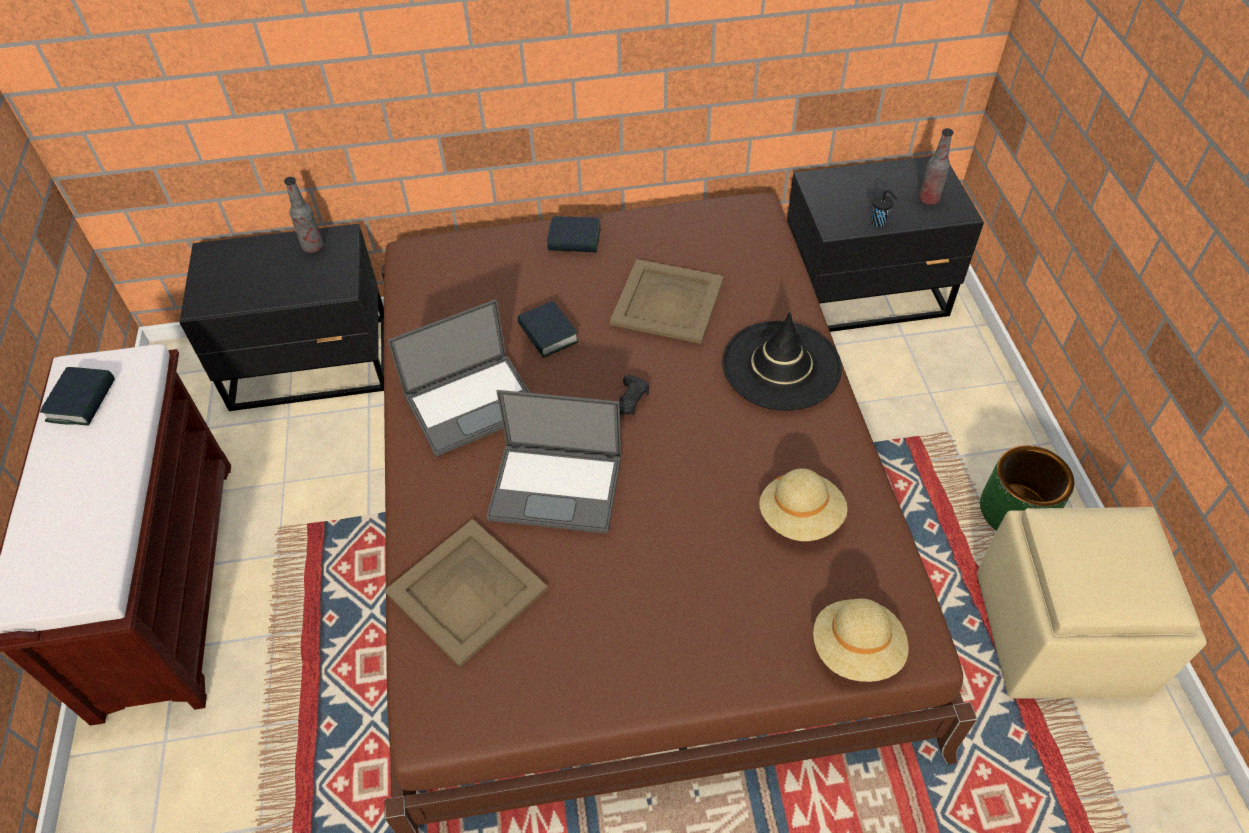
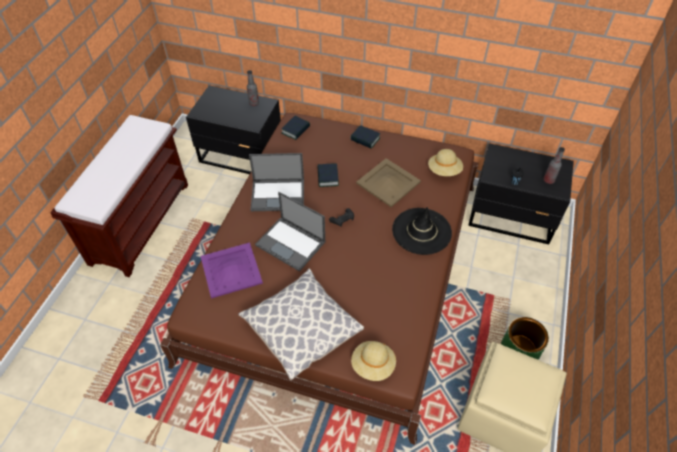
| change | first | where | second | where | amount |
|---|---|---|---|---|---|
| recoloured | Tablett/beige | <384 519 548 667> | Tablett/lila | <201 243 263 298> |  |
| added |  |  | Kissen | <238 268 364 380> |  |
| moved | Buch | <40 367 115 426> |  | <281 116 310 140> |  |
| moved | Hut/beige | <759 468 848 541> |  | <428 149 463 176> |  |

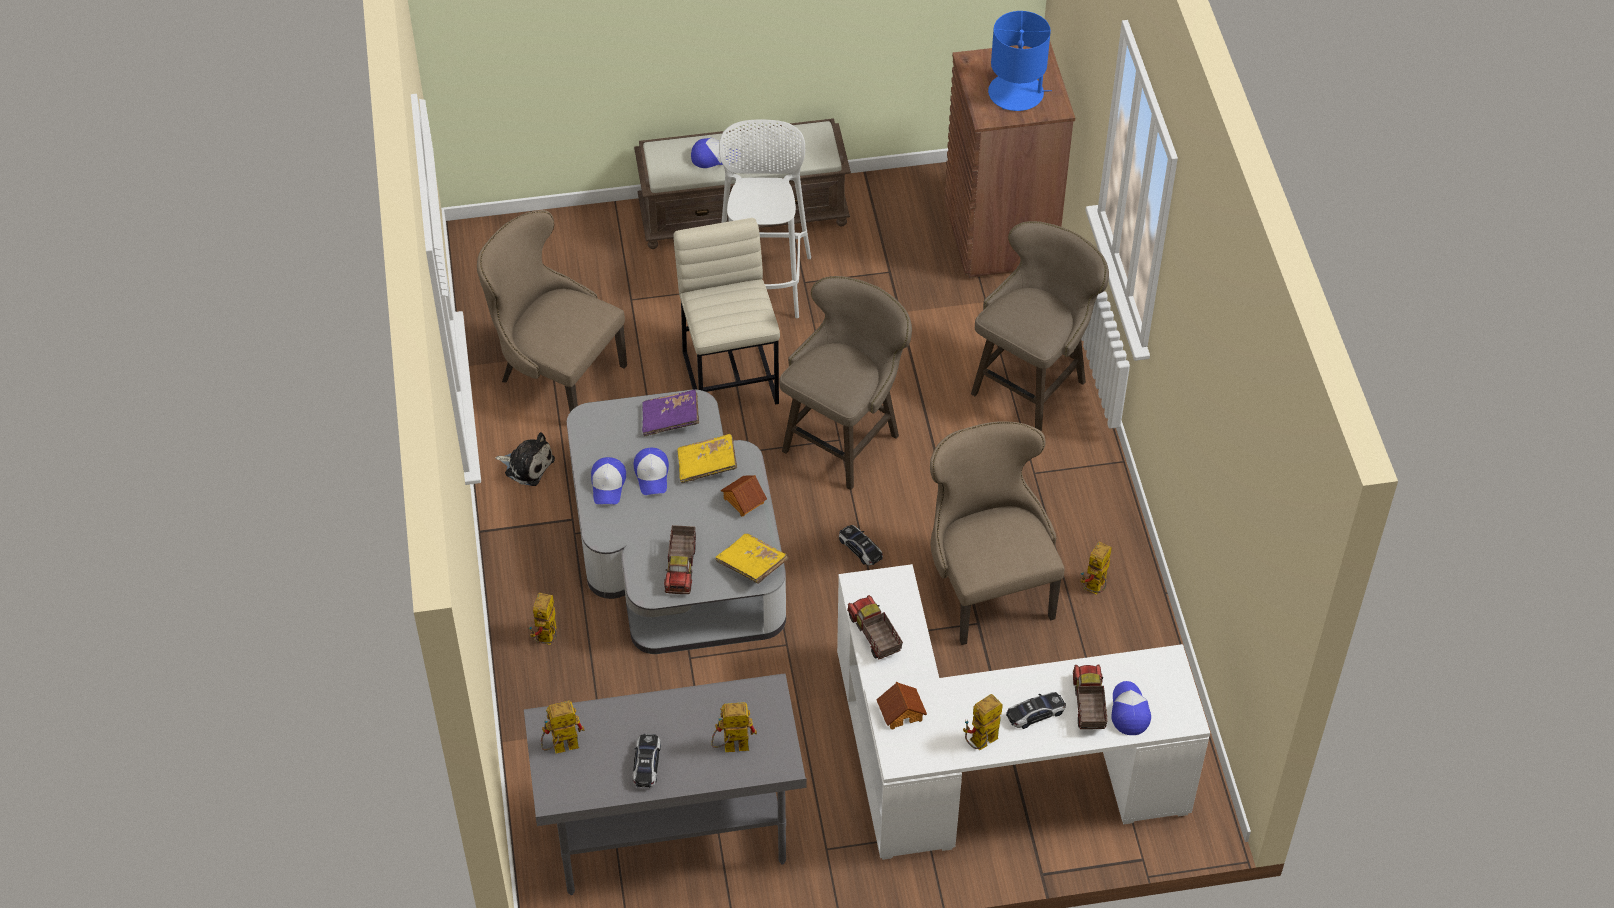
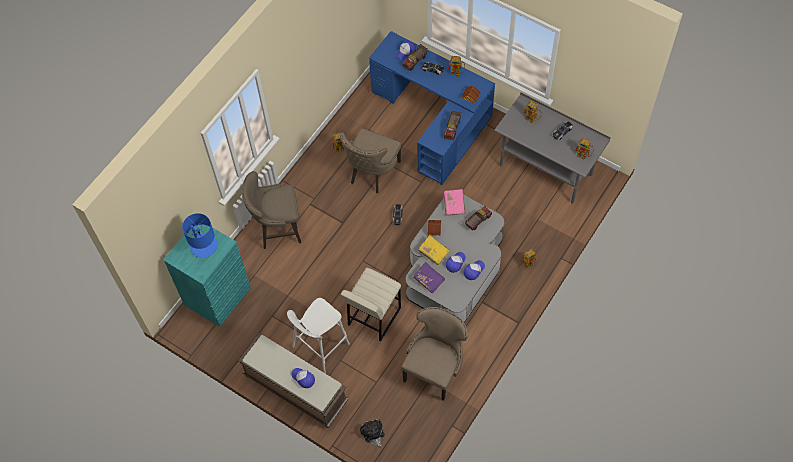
| change | first | where | second | where | amount |
|---|---|---|---|---|---|
| recoloured | Kommode/braun | <944 42 1075 278> | Kommode/türkis | <163 225 251 327> |  |
| moved | Plüschtier | <495 432 555 486> |  | <360 420 385 447> |  |
| recoloured | Schreibtisch/weiß | <837 564 1210 860> | Schreibtisch/blau | <369 31 495 185> |  |
| turned | Stuhl/beige | <477 210 627 412> |  | <401 307 468 401> | 135 degrees counterclockwise |
| recoloured | Buch/gelb | <715 534 788 584> | Buch/rosa | <443 189 466 216> |  |
| removed | Hocker/beige | <779 276 912 490> |  |  |  |

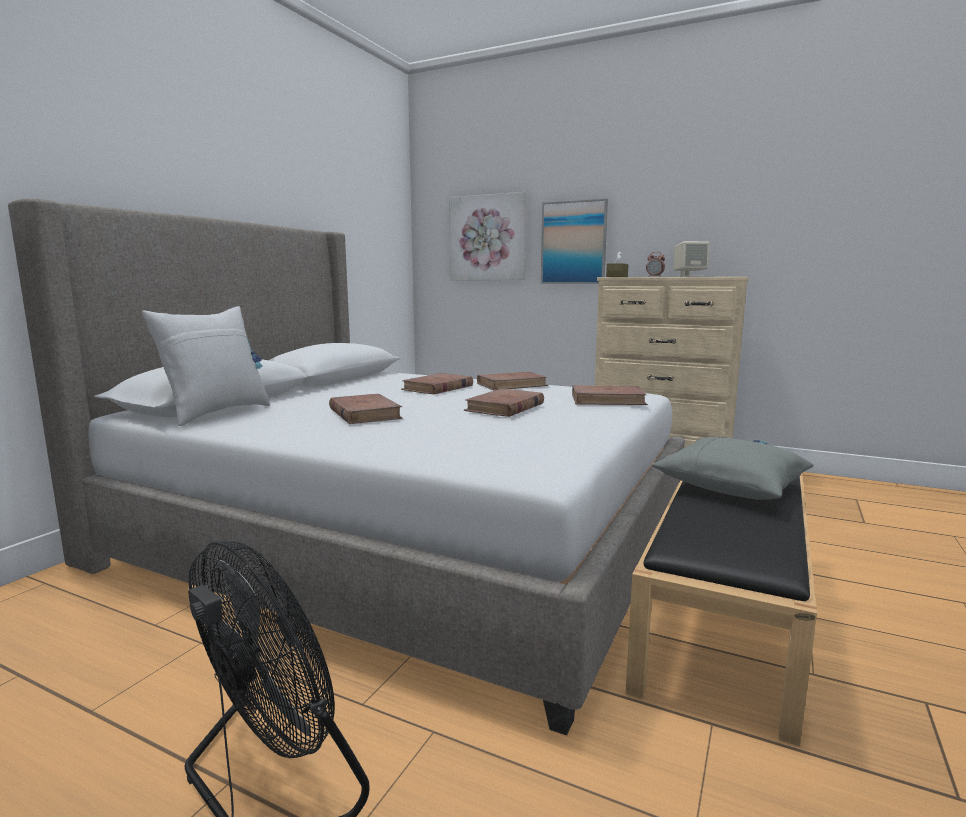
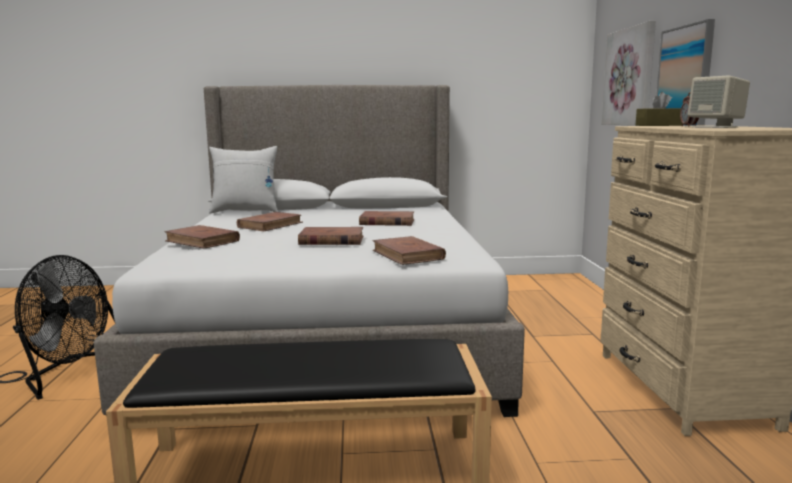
| change | first | where | second | where | amount |
|---|---|---|---|---|---|
| moved | Buch/braun | <477 372 548 390> |  | <164 225 240 249> |  |
| removed | Kissen/grau | <652 437 813 500> |  |  |  |

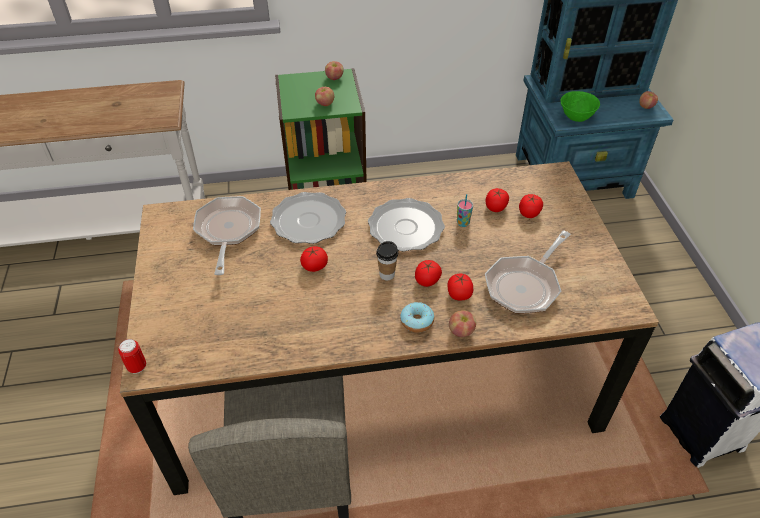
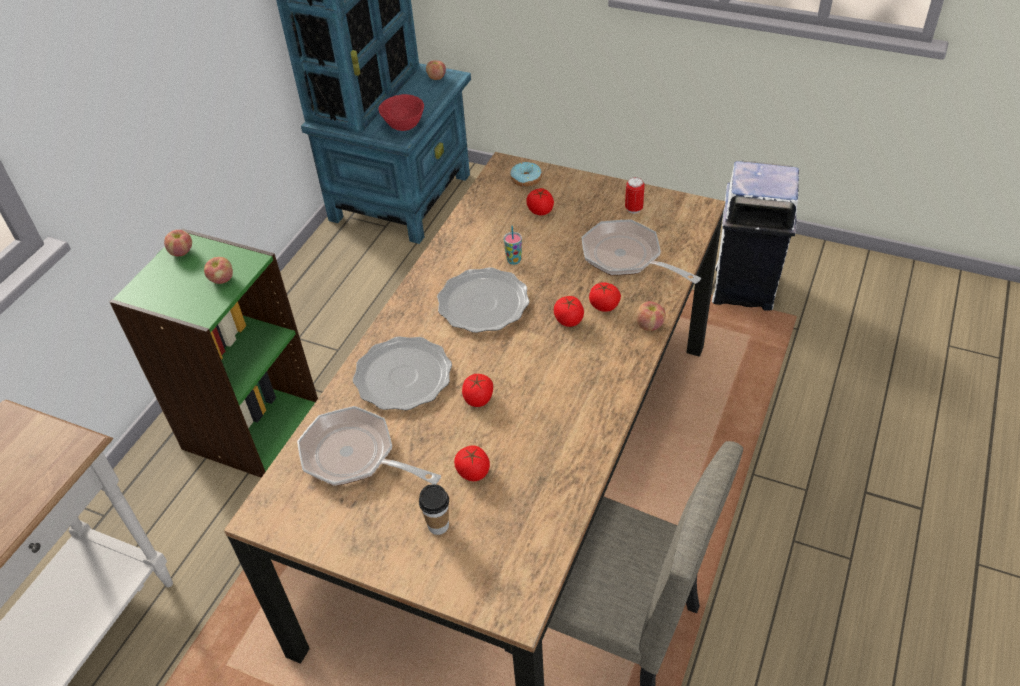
| change | first | where | second | where | amount |
|---|---|---|---|---|---|
| recoloured | Schüssel/grün | <561 91 600 122> | Schüssel/rot | <378 94 424 131> |  |
| moved | Tasse | <376 241 398 280> |  | <419 484 449 535> |  |
| moved | Tomate | <485 188 509 212> |  | <454 445 490 481> |  |
| moved | Donut | <400 302 434 333> |  | <510 162 542 187> |  |
| turned | Pfanne | <485 230 571 314> |  | <582 219 701 284> | 150 degrees clockwise |
| moved | Dose | <118 339 146 374> |  | <625 177 645 213> |  |

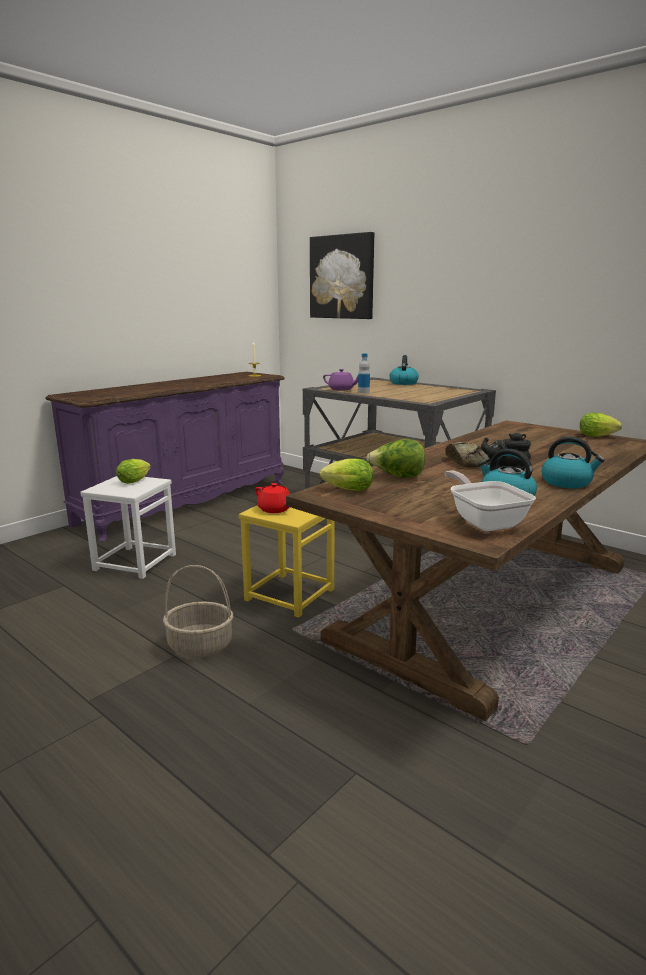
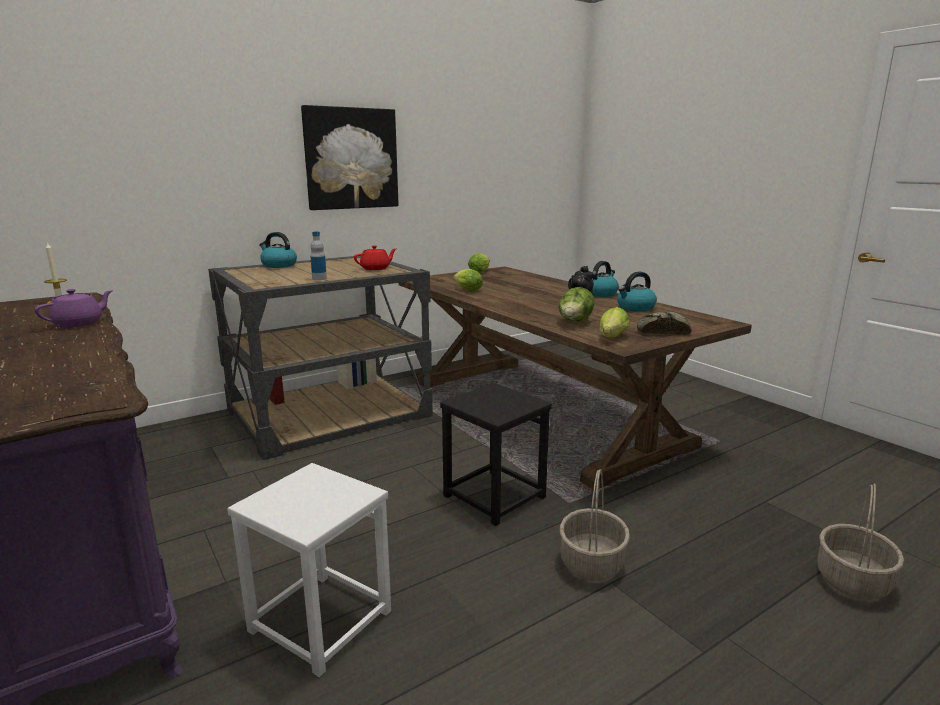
| change | first | where | second | where | amount |
|---|---|---|---|---|---|
| moved | Teekanne/lila | <323 369 358 391> |  | <34 289 113 328> |  |
| moved | Bild | <310 232 374 319> |  | <301 105 399 210> |  |
| moved | Teekanne/rot | <255 483 290 513> |  | <354 245 397 270> |  |
| recoloured | Hocker/gelb | <239 505 335 618> | Hocker/schwarz | <440 383 552 526> |  |
| moved | Salatkopf | <116 459 151 484> |  | <453 269 483 291> |  |
| moved | Brot | <445 442 490 468> |  | <637 312 691 335> |  |
| added |  |  | Korb | <817 484 904 600> |  |
| removed | Pfanne | <445 470 536 531> |  |  |  |

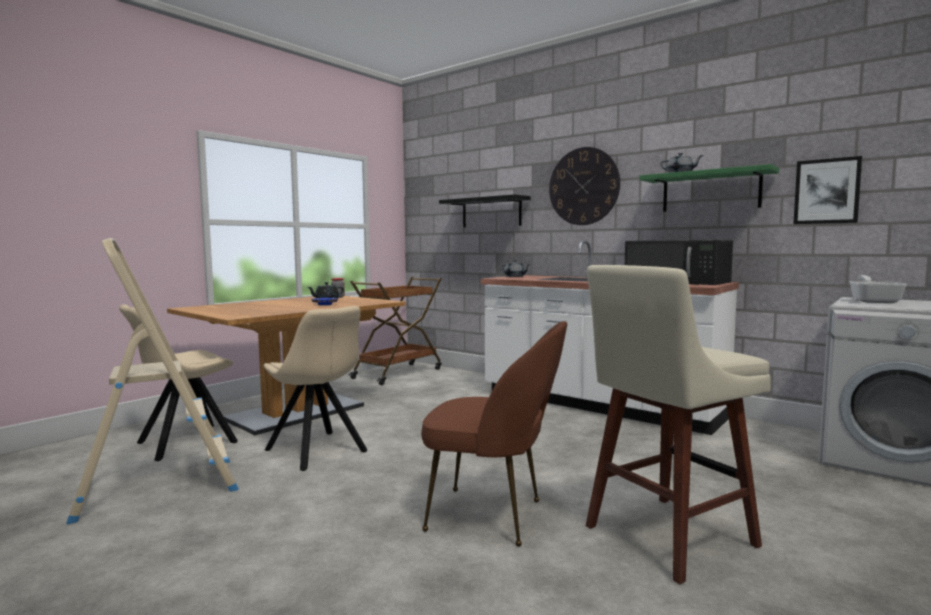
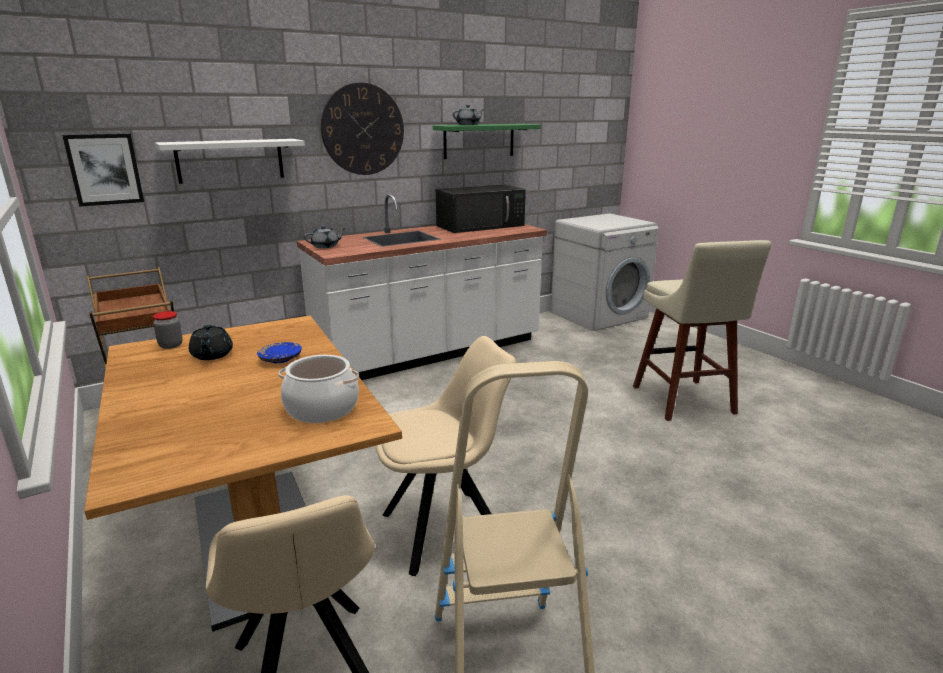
| change | first | where | second | where | amount |
|---|---|---|---|---|---|
| moved | Bild | <793 156 862 224> |  | <62 134 144 207> |  |
| recoloured | Wandregal/schwarz | <439 194 531 227> | Wandregal/weiß | <155 139 305 184> |  |
| added |  |  | Kochtopf | <278 355 359 423> |  |
| removed | Stuhl/braun | <421 321 567 547> |  |  |  |
| removed | Pfanne | <849 275 907 303> |  |  |  |

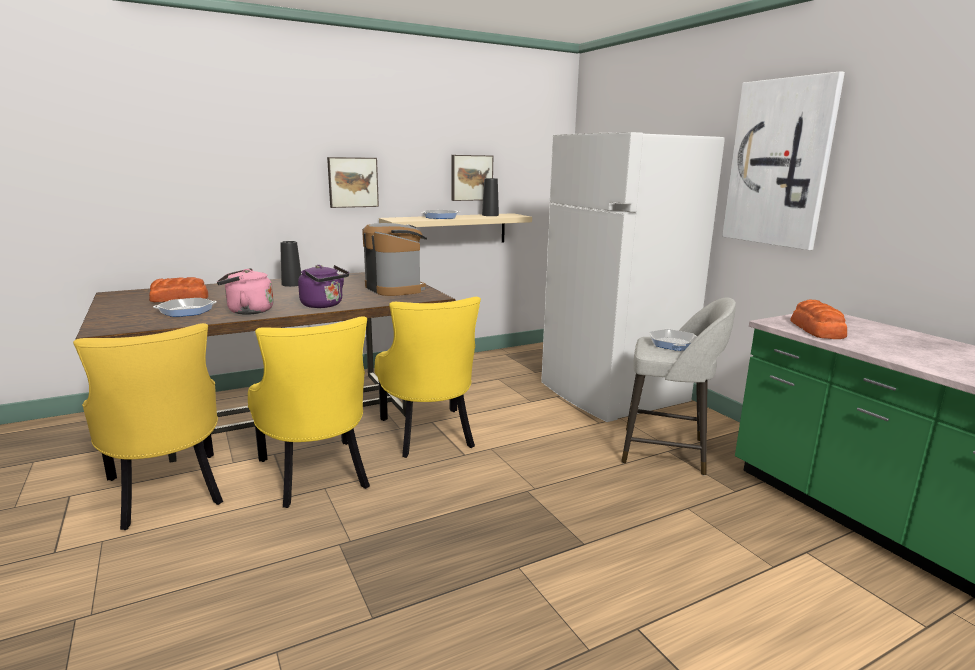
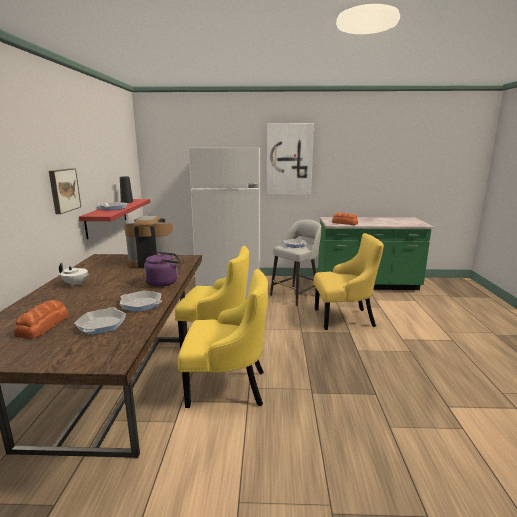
| change | first | where | second | where | amount |
|---|---|---|---|---|---|
| replaced | Vase/schwarz | <280 241 301 287> | Teekanne/weiß | <59 263 91 287> |  |
| recoloured | Wandregal/beige | <379 213 532 243> | Wandregal/rot | <79 199 150 239> |  |
| replaced | Wasserkessel/rosa | <217 268 274 315> | Pfanne | <120 291 162 312> |  |
| moved | Stuhl/gelb | <73 323 223 530> |  | <313 233 384 330> |  |
| removed | Bild | <451 155 493 201> |  |  |  |

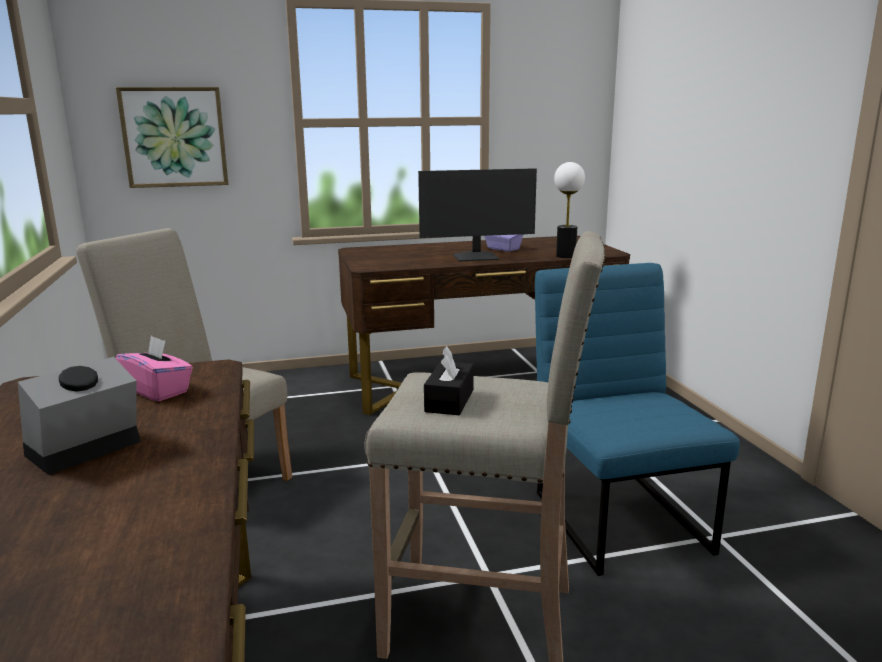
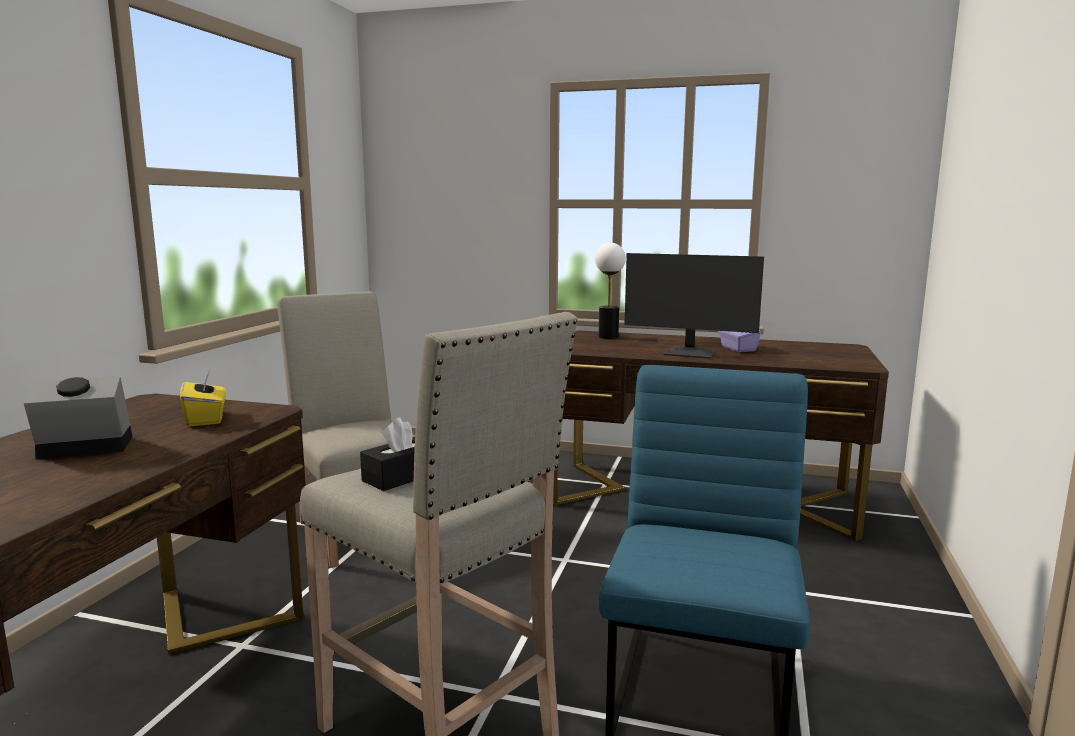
| change | first | where | second | where | amount |
|---|---|---|---|---|---|
| recoloured | Taschentuchbox/rosa | <116 335 193 402> | Taschentuchbox/gelb | <180 371 226 426> |  |
| moved | Tischlampe | <554 162 585 258> |  | <595 243 626 339> |  |
| removed | Bild | <116 87 228 188> |  |  |  |

